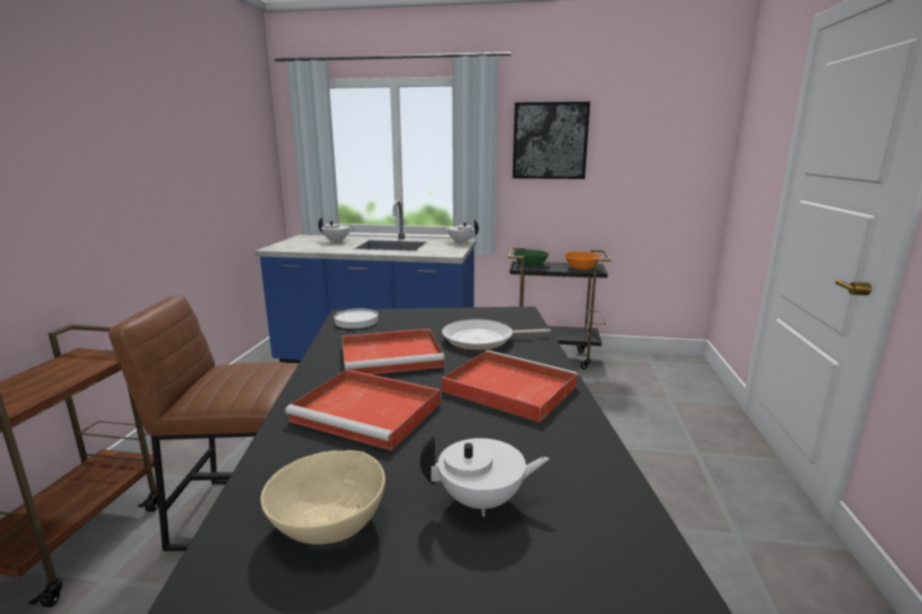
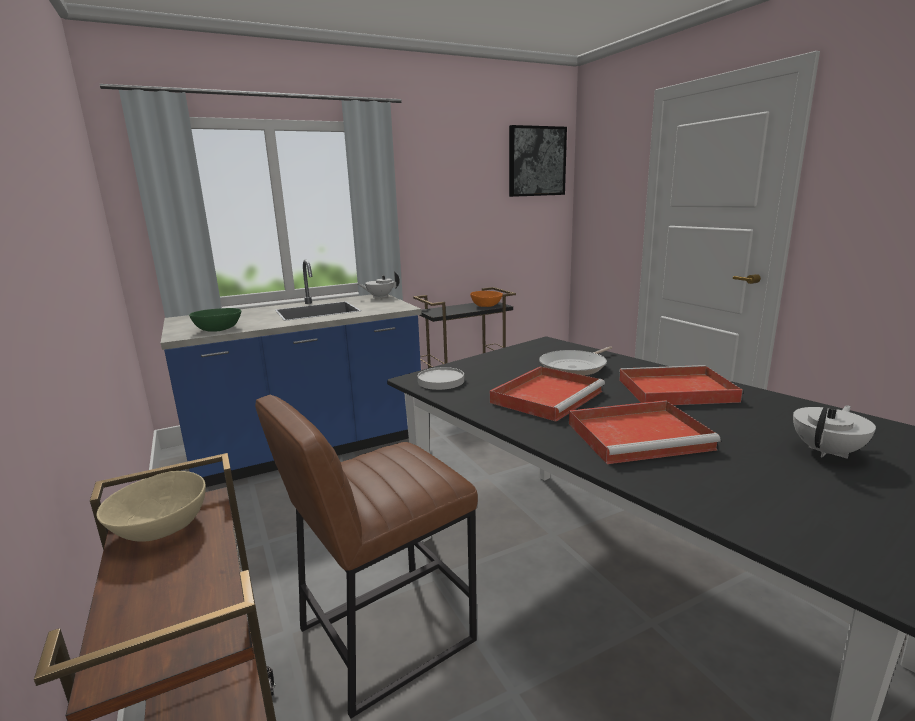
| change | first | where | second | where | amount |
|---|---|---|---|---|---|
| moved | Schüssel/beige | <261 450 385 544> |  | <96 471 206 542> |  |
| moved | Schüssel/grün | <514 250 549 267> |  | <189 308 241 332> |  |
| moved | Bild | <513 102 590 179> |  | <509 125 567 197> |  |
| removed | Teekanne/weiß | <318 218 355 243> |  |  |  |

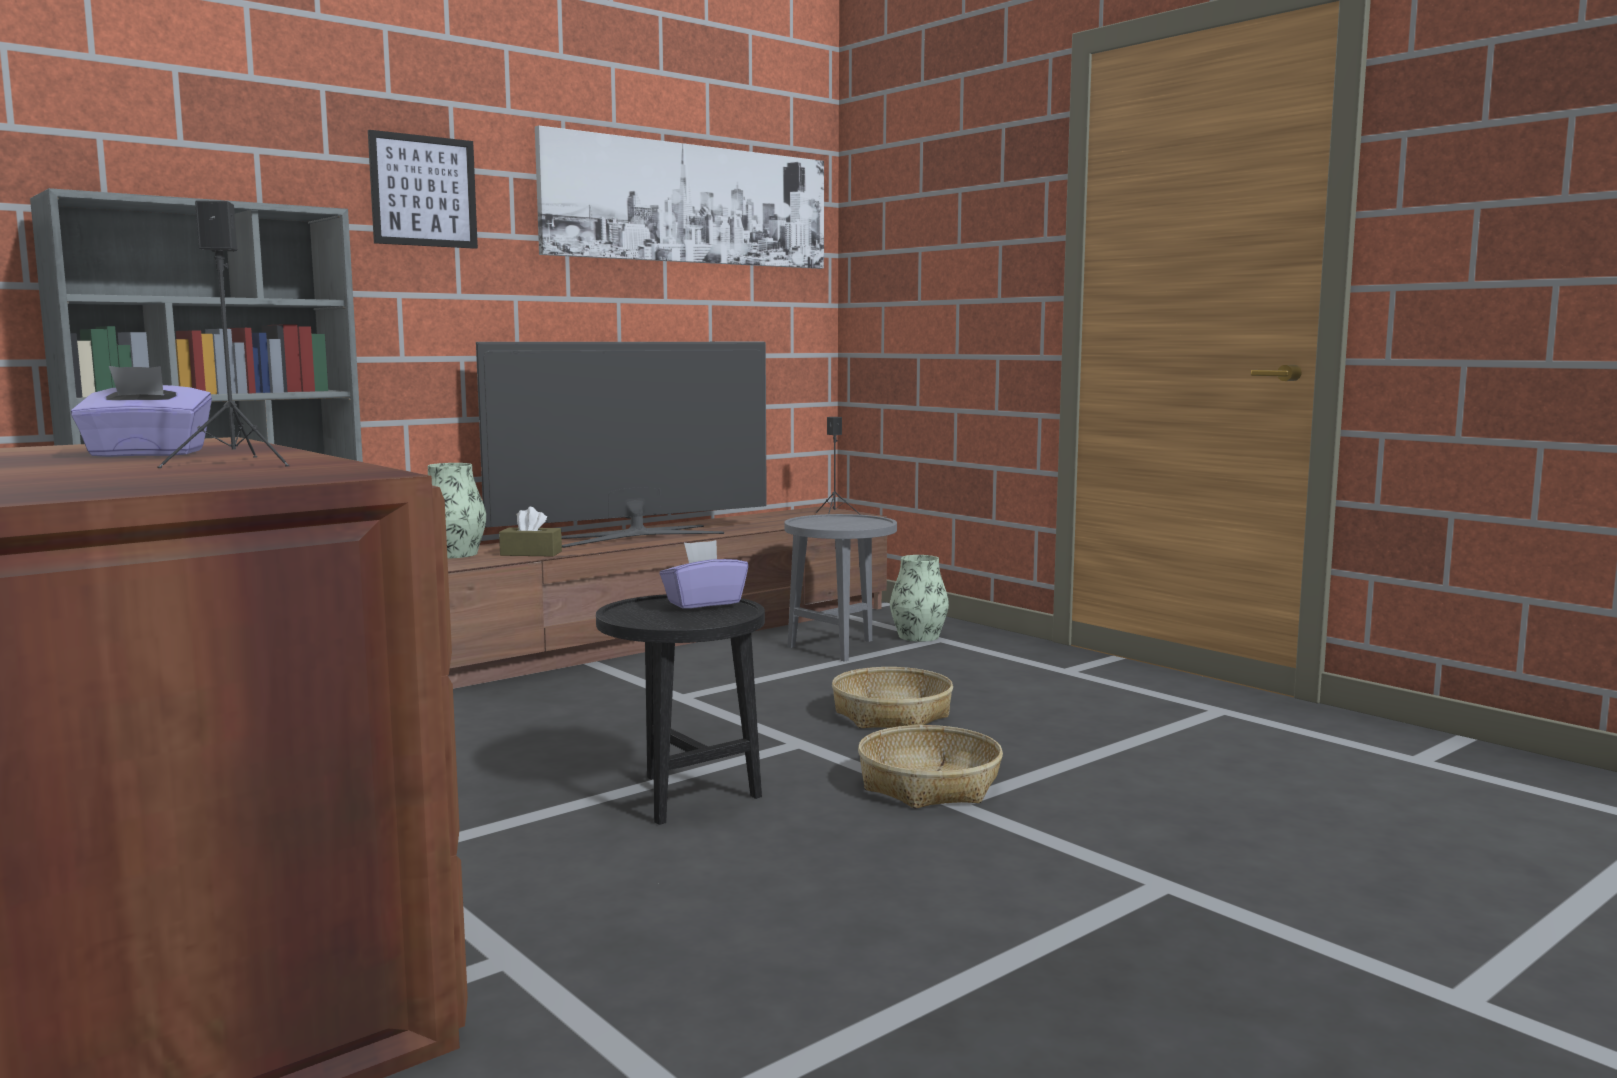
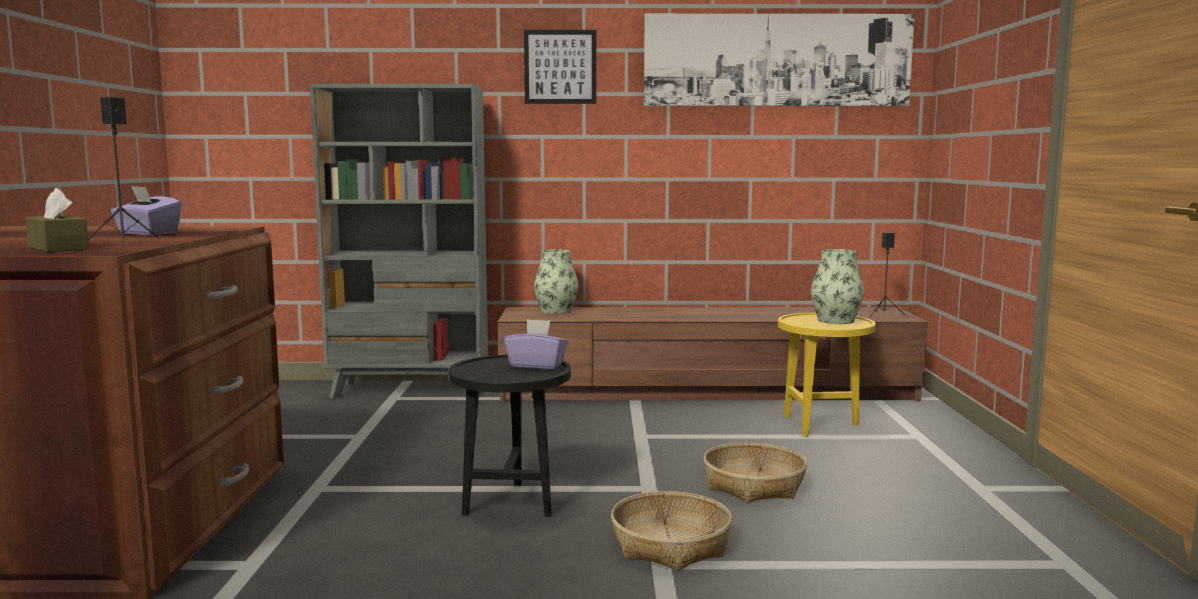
| change | first | where | second | where | amount |
|---|---|---|---|---|---|
| moved | Taschentuchbox/braun | <499 507 562 556> |  | <25 188 89 252> |  |
| recoloured | Beistelltisch/grau | <784 514 897 662> | Beistelltisch/gelb | <778 313 876 437> |  |
| moved | Vase | <890 555 949 642> |  | <811 249 864 324> |  |
| removed | Fernseher | <476 342 767 548> |  |  |  |

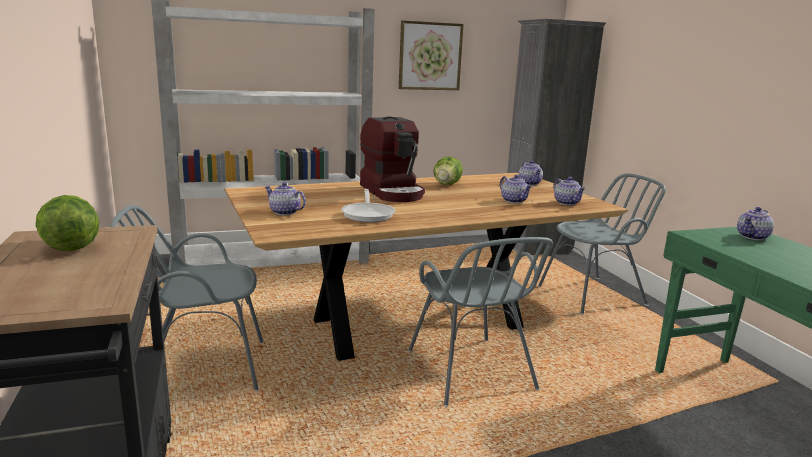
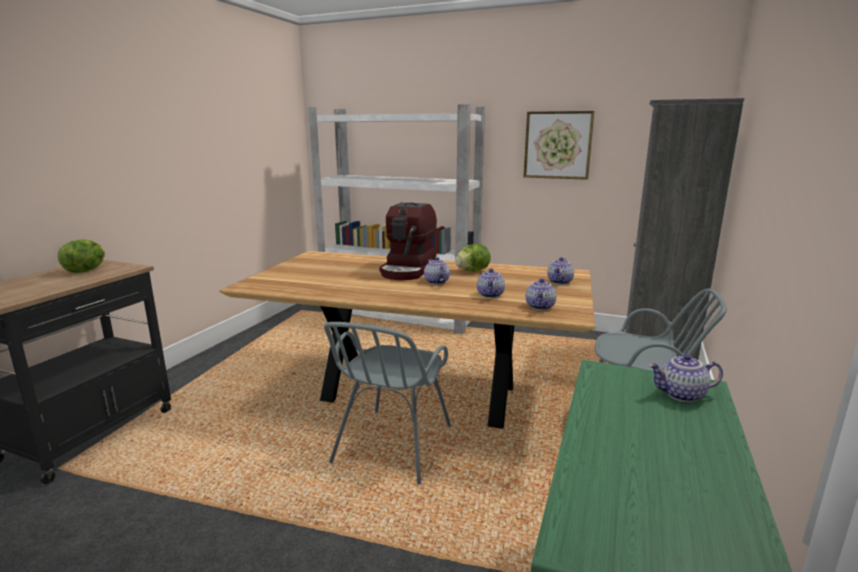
| change | first | where | second | where | amount |
|---|---|---|---|---|---|
| moved | Teekanne | <265 182 306 215> |  | <424 257 450 284> |  |
| removed | Stuhl/grau | <110 205 263 391> |  |  |  |
| removed | Pfanne | <341 189 395 223> |  |  |  |

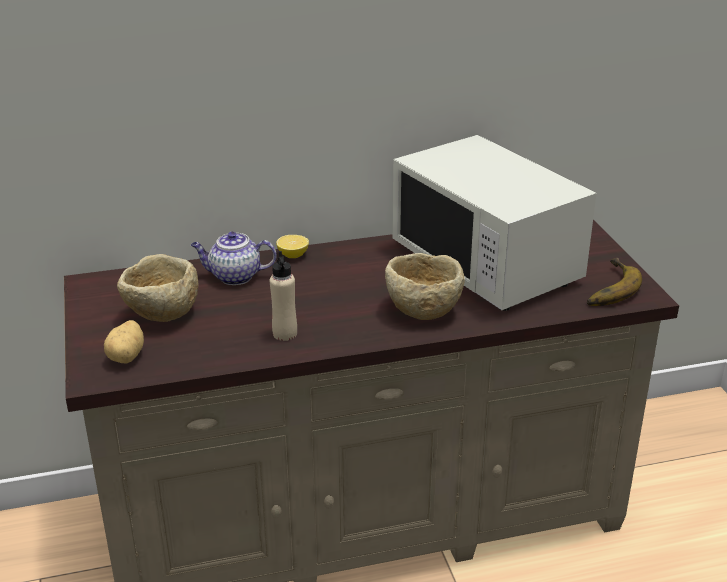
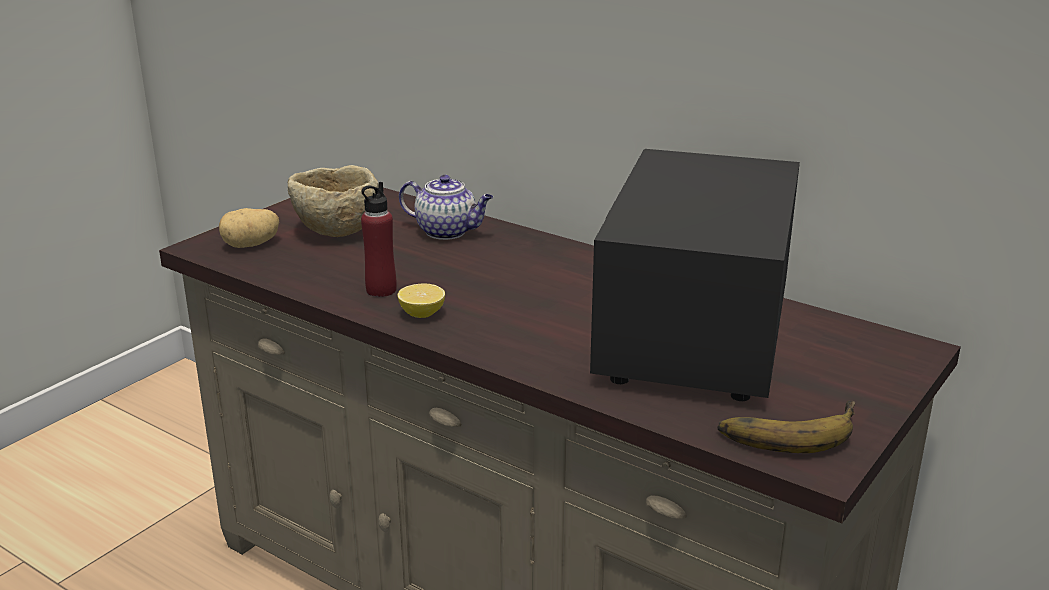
| change | first | where | second | where | amount |
|---|---|---|---|---|---|
| recoloured | Flasche/beige | <270 251 297 341> | Flasche/rot | <361 182 397 297> |  |
| moved | Zitrone | <276 235 309 258> |  | <398 283 445 318> |  |
| turned | Teekanne | <191 231 277 285> |  | <399 175 493 240> | 150 degrees clockwise |
| recoloured | Mikrowelle/weiß | <392 135 597 311> | Mikrowelle/schwarz | <590 149 800 401> |  |
| removed | Schüssel/beige | <385 253 465 320> |  |  |  |

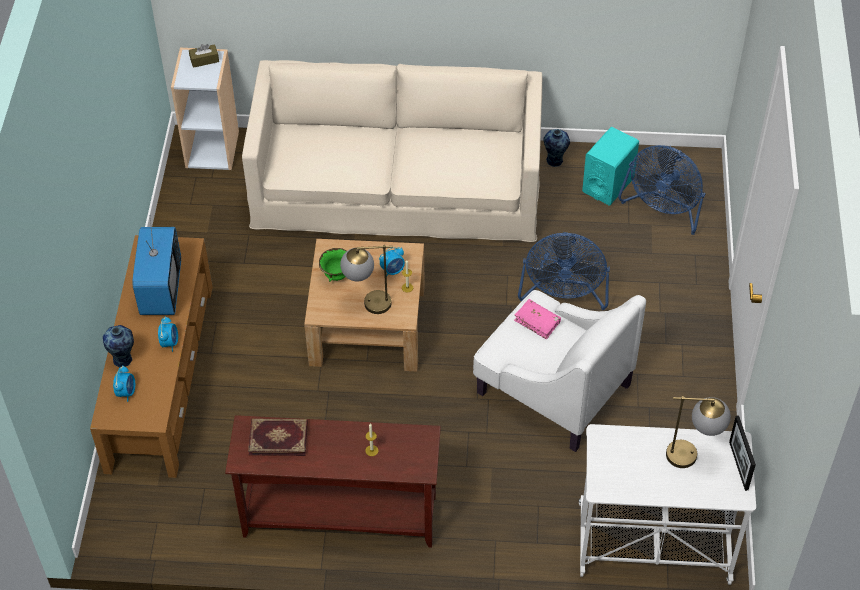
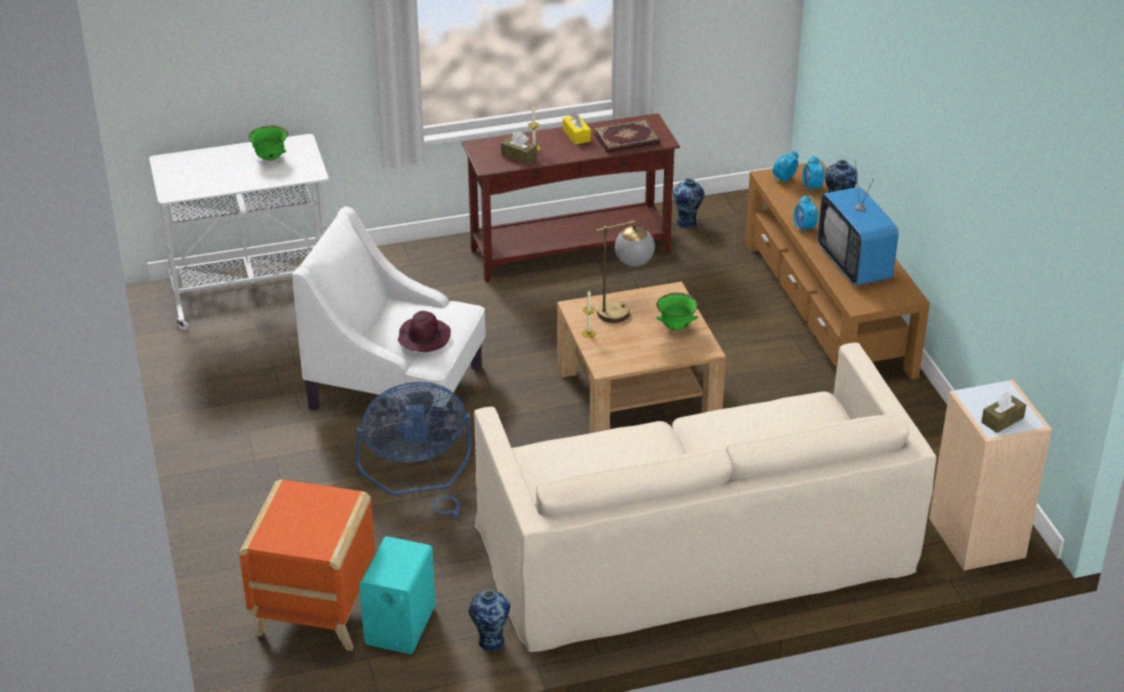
| change | first | where | second | where | amount |
|---|---|---|---|---|---|
| replaced | Ventilator/blau | <618 145 706 235> | Beistelltisch/orange | <239 480 375 651> |  |
| added |  |  | Schüssel/grün | <249 126 288 161> |  |
| replaced | Buch/rosa | <514 299 561 340> | Hut/lila | <398 311 451 352> |  |
| added |  |  | Taschentuchbox/braun | <501 131 537 164> |  |
| added |  |  | Taschentuchbox/gelb | <563 112 591 145> |  |
| added |  |  | Vase | <673 178 704 228> |  |
| moved | Wecker | <379 247 405 276> |  | <772 151 798 182> |  |
| removed | Tischlampe | <666 396 731 468> |  |  |  |
| removed | Bilderrahmen | <729 416 756 491> |  |  |  |

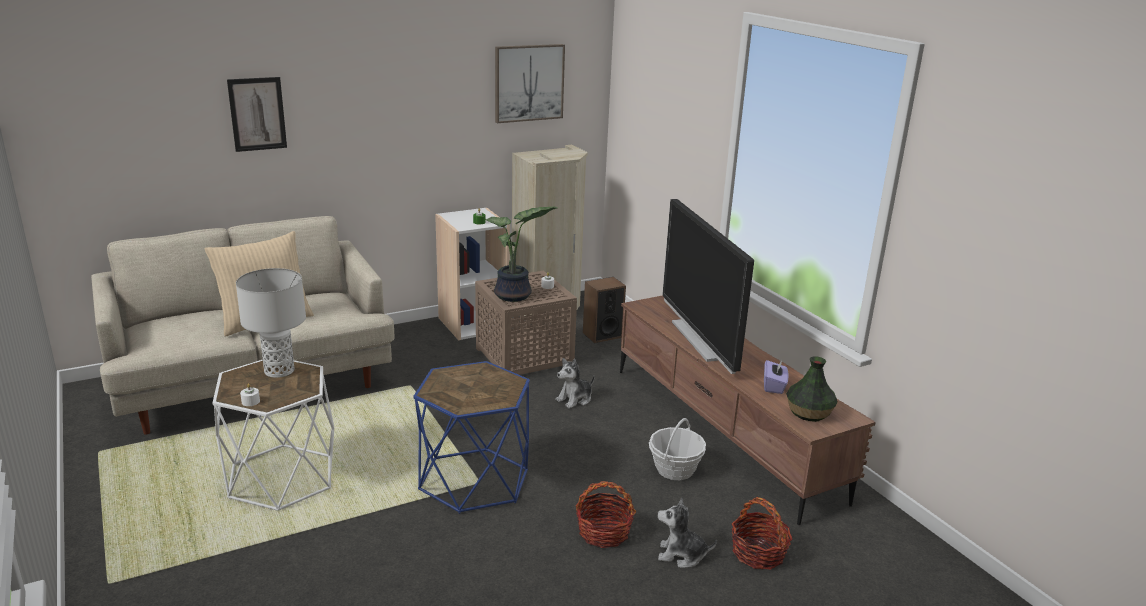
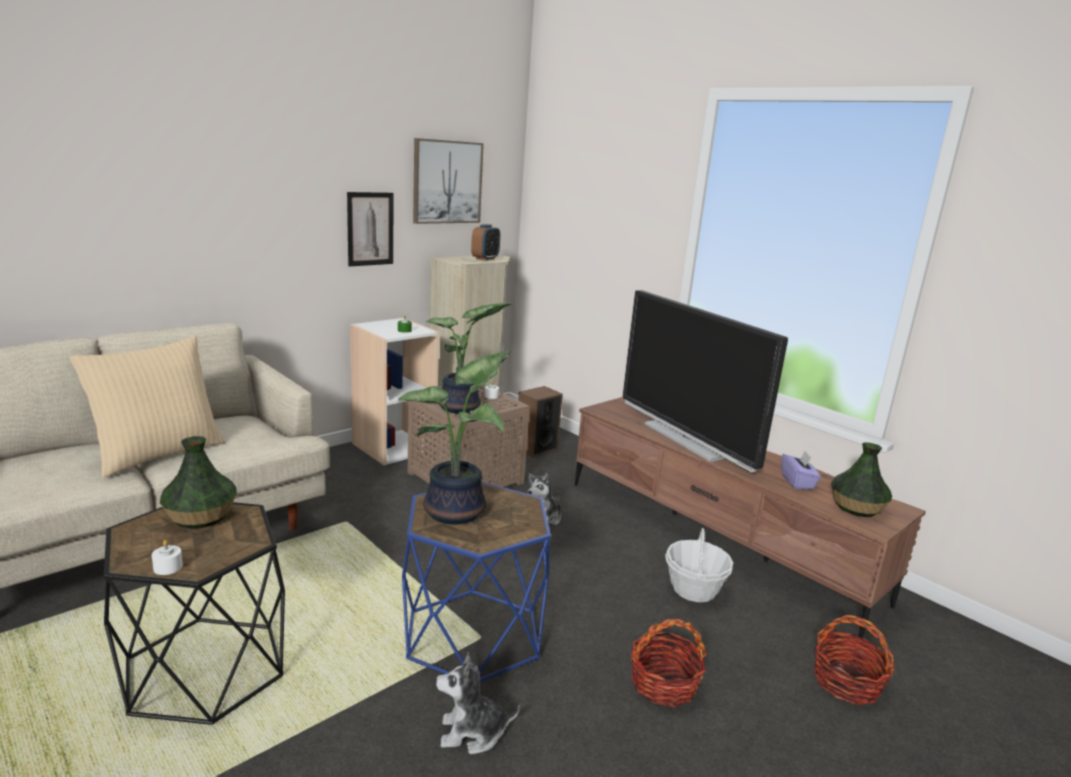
| change | first | where | second | where | amount |
|---|---|---|---|---|---|
| recoloured | Beistelltisch/weiß | <212 358 334 511> | Beistelltisch/schwarz | <104 502 285 725> |  |
| replaced | Tischlampe/weiß | <236 268 306 378> | Vase | <160 436 237 529> |  |
| moved | Bild | <227 77 287 152> |  | <347 192 394 267> |  |
| added |  |  | Topfpflanze | <398 351 511 525> |  |
| moved | Plüschtier | <658 497 717 568> |  | <436 652 520 754> |  |
| added |  |  | Wecker | <471 224 500 261> |  |

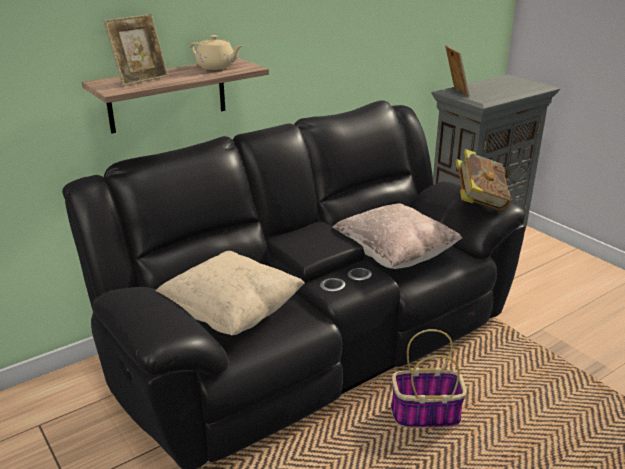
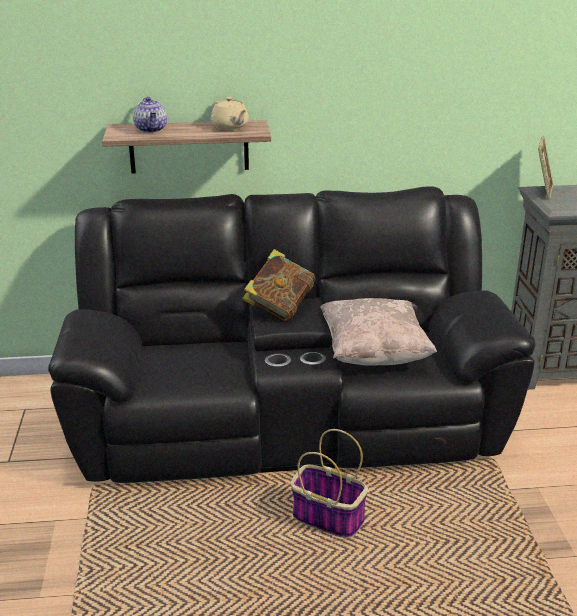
| change | first | where | second | where | amount |
|---|---|---|---|---|---|
| replaced | Bilderrahmen | <104 14 169 86> | Teekanne | <133 97 167 133> |  |
| moved | Buch | <456 149 511 210> |  | <242 249 315 321> |  |
| removed | Kissen/beige | <156 251 305 335> |  |  |  |

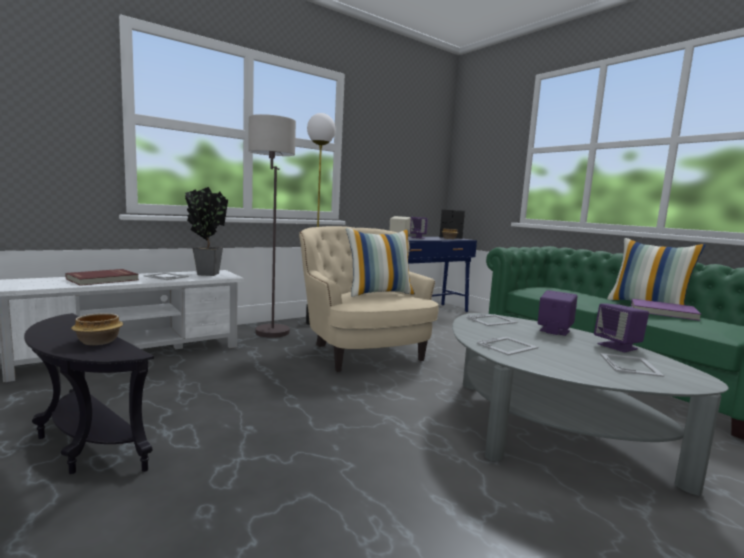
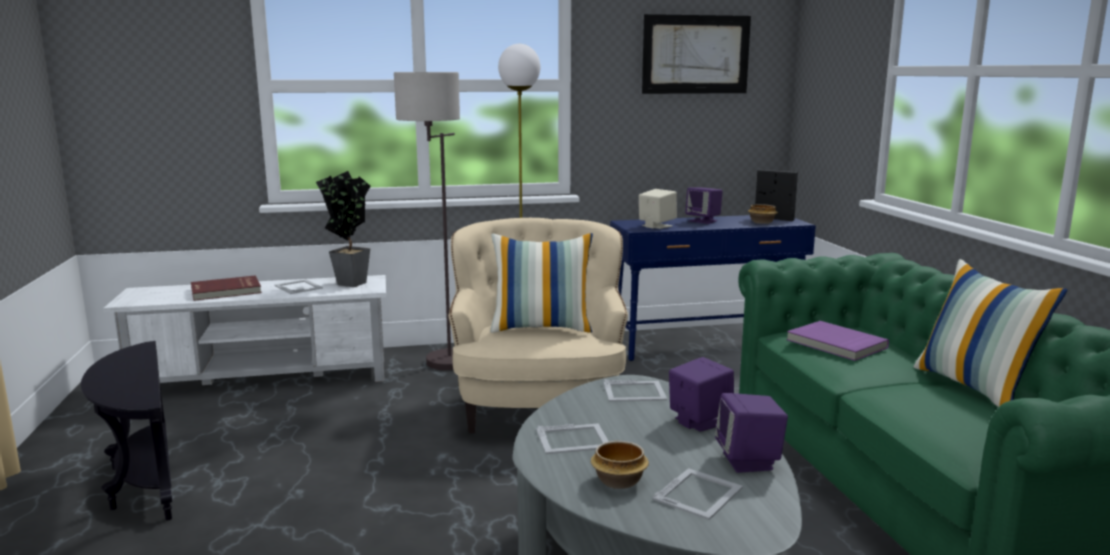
| change | first | where | second | where | amount |
|---|---|---|---|---|---|
| moved | Schüssel | <71 313 123 345> |  | <591 441 649 489> |  |
| added |  |  | Bild | <642 14 751 94> |  |
| moved | Buch/lila | <631 299 701 321> |  | <786 321 889 361> |  |

